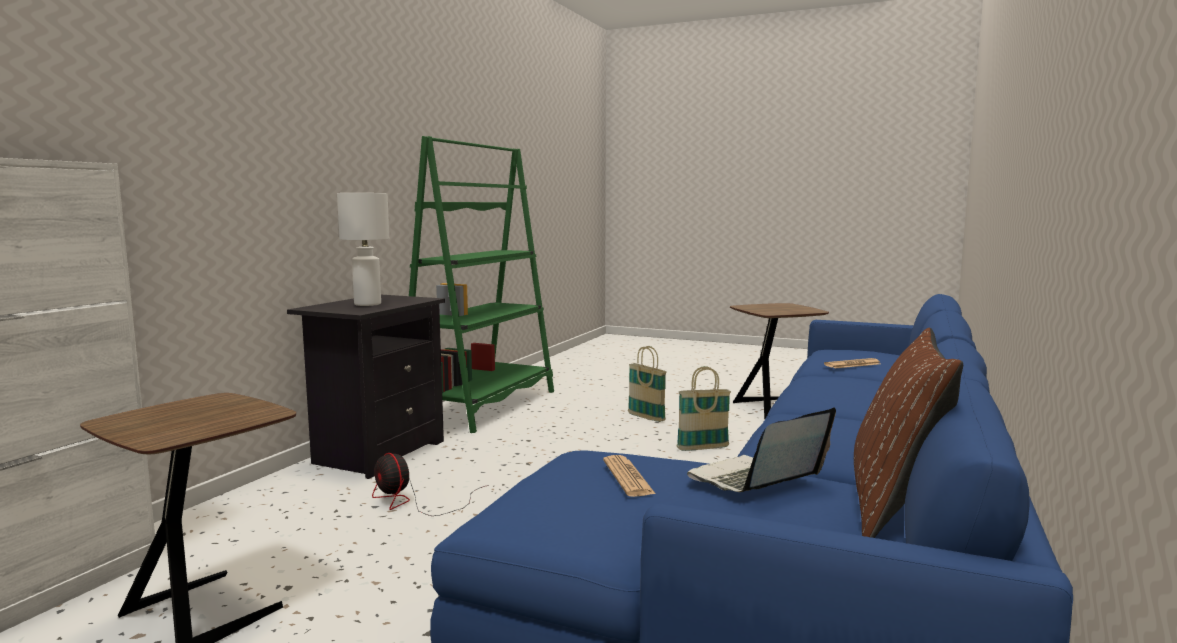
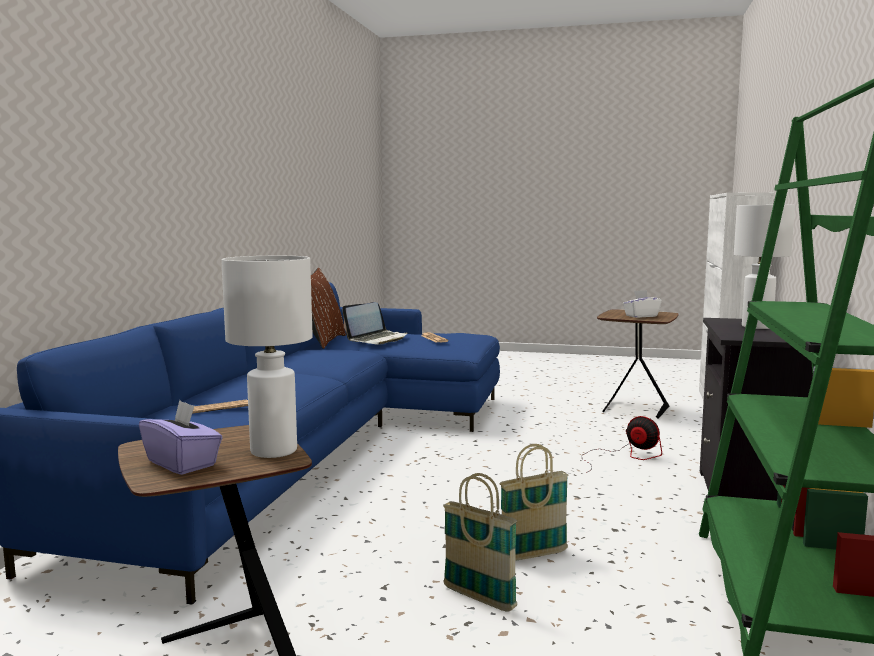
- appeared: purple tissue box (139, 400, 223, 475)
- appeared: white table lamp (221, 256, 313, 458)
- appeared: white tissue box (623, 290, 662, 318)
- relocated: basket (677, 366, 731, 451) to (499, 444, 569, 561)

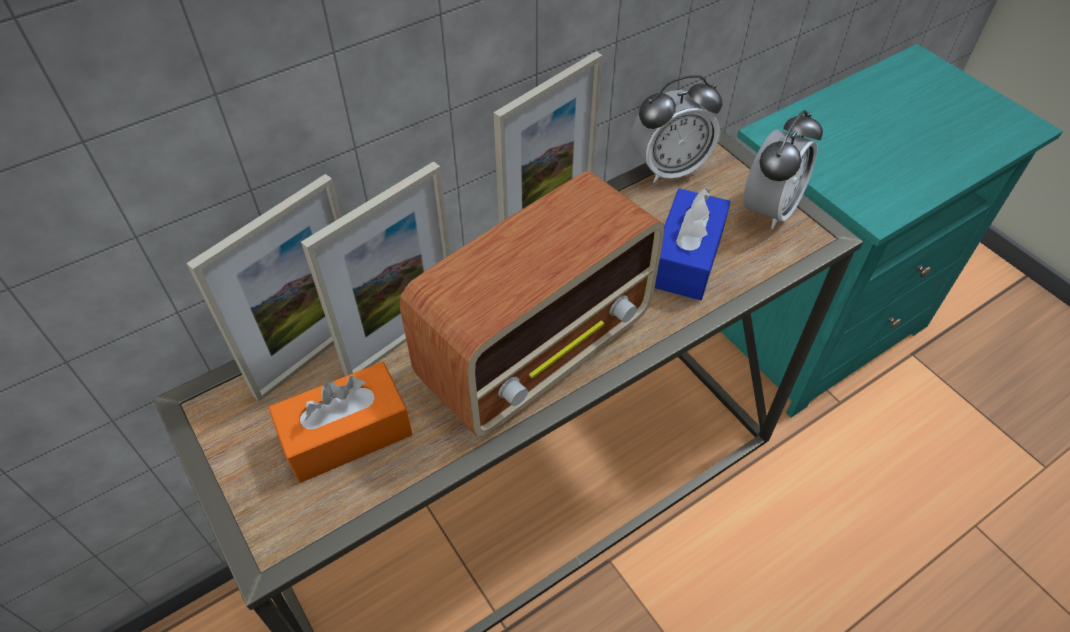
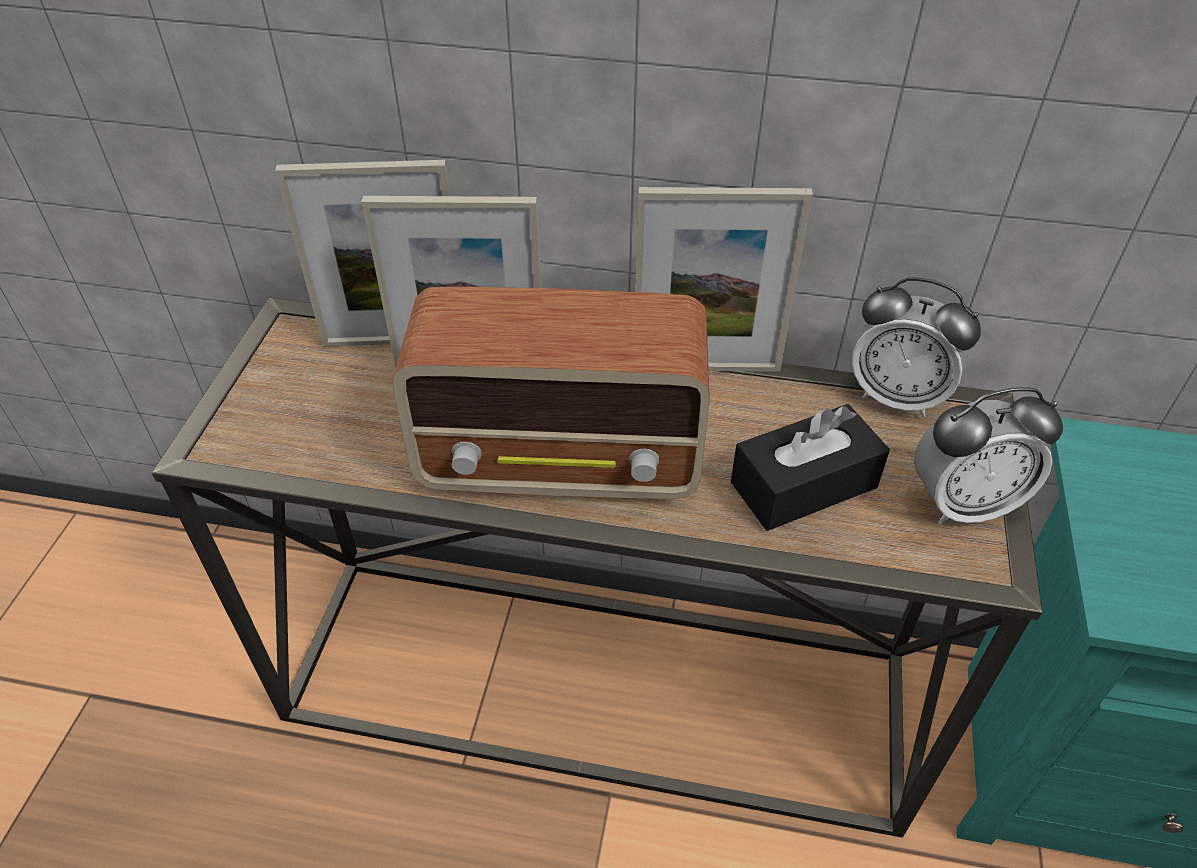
- missing: orange tissue box (269, 362, 412, 483)
- colour: blue tissue box (655, 188, 730, 300) to black tissue box (731, 404, 890, 531)

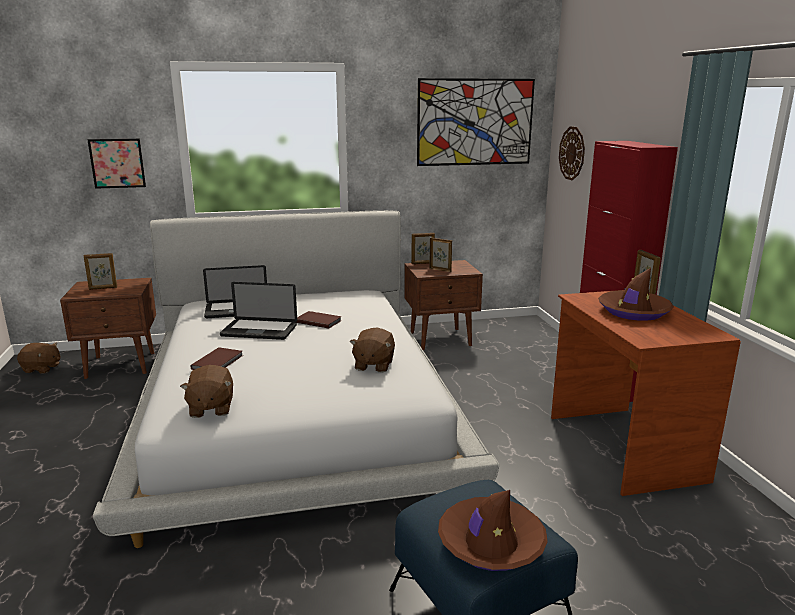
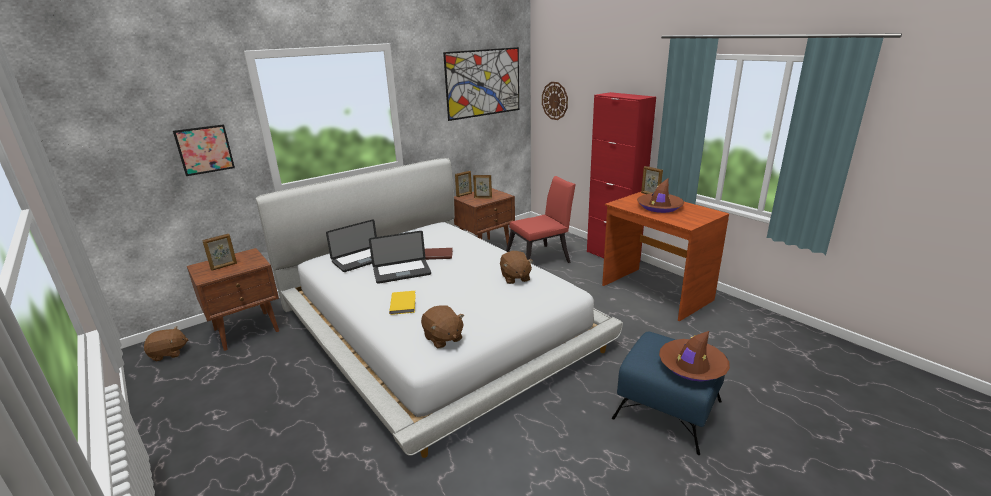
- appeared: red chair (506, 176, 576, 263)
- colour: brown book (190, 347, 243, 370) to yellow book (389, 291, 416, 315)

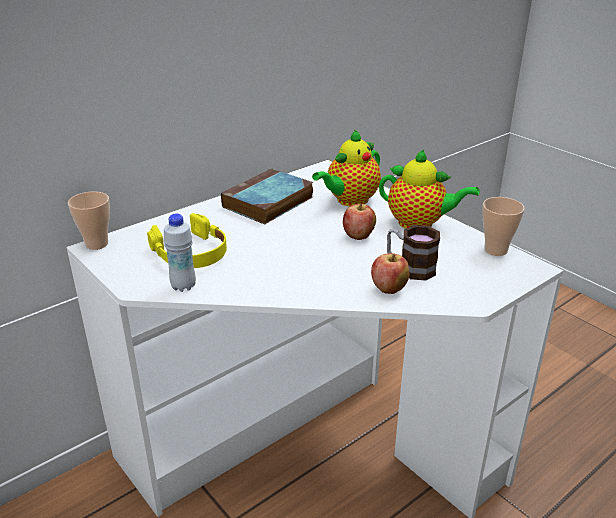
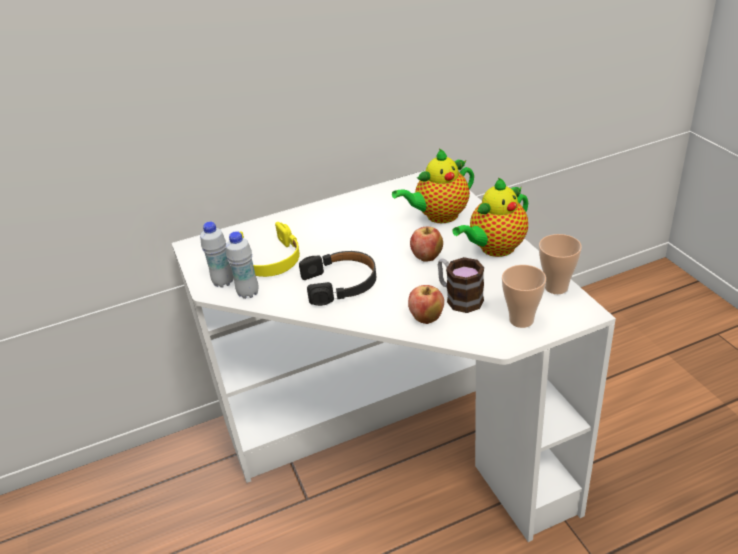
- missing: book (221, 168, 314, 224)
- appeared: white bottle (200, 222, 233, 288)
- appeared: black headphones (299, 251, 376, 306)
- relocated: cup (68, 191, 110, 250) to (502, 265, 546, 328)
- spun: teapot (379, 150, 480, 229) = (452, 178, 528, 257) 105 degrees clockwise

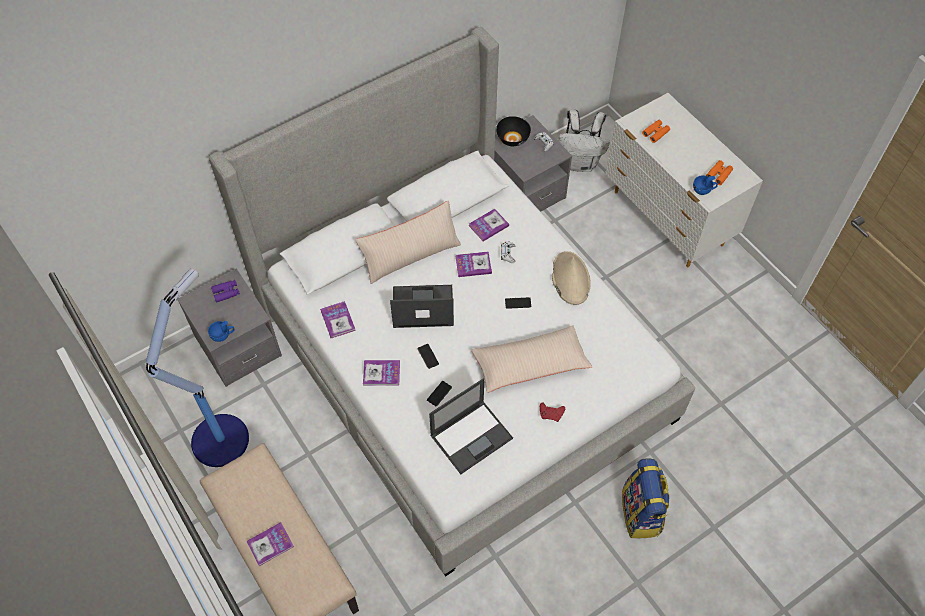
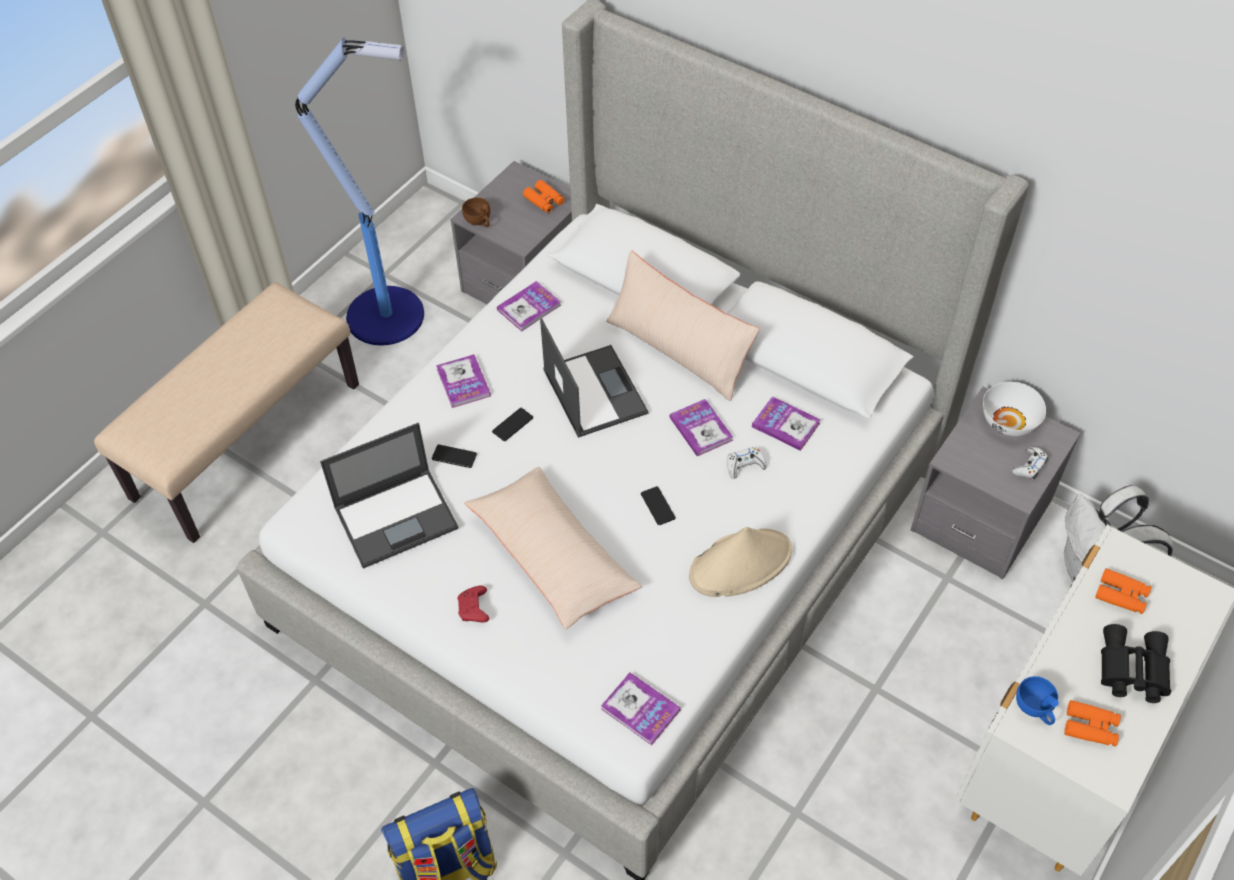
- appeared: black binoculars (1101, 624, 1171, 703)
- relocated: book (247, 522, 294, 566) to (601, 672, 681, 745)
- colour: blue cup (208, 321, 235, 342) to brown cup (462, 197, 490, 227)
- colour: purple binoculars (211, 280, 240, 303) to orange binoculars (523, 180, 565, 213)
- colour: black bowl (496, 116, 531, 146) to white bowl (983, 382, 1046, 436)
- spun: laptop (429, 378, 513, 474) = (320, 423, 458, 568) 60 degrees counterclockwise

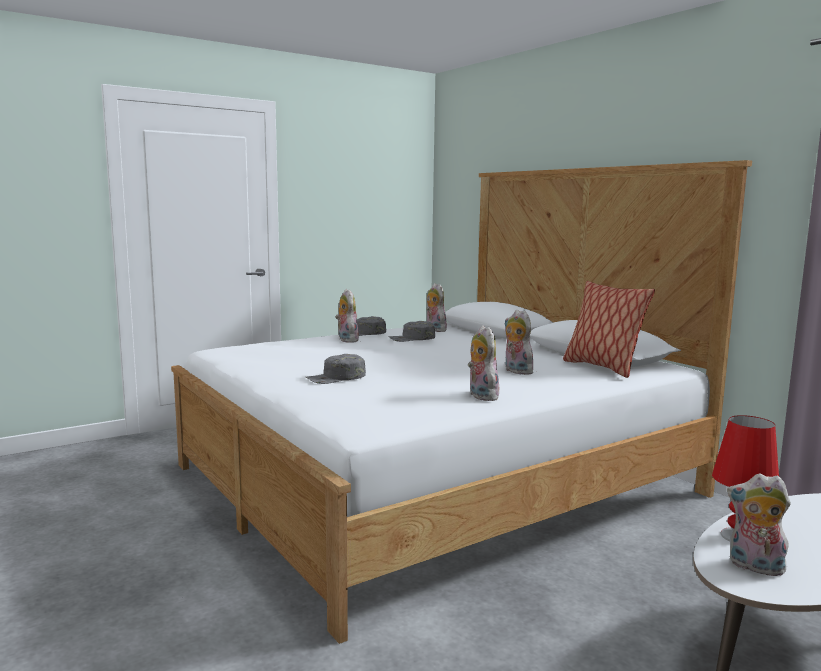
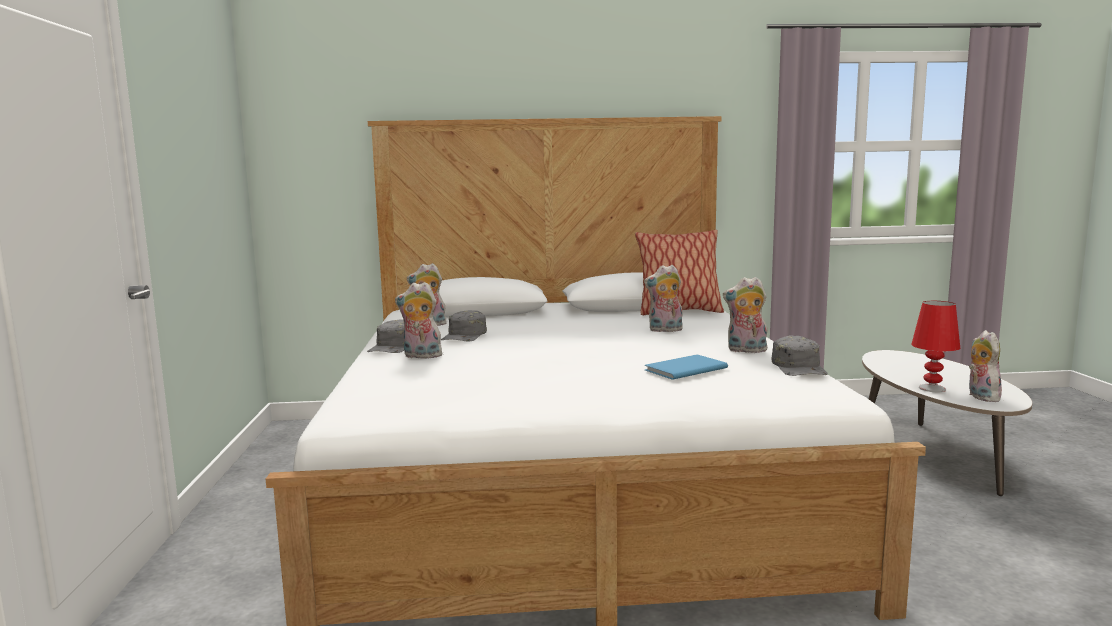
- appeared: blue book (645, 355, 728, 380)
- relocated: grey cap (306, 354, 366, 384) to (772, 336, 828, 376)
- spun: plush toy (727, 473, 791, 576) = (969, 330, 1002, 402) 120 degrees clockwise

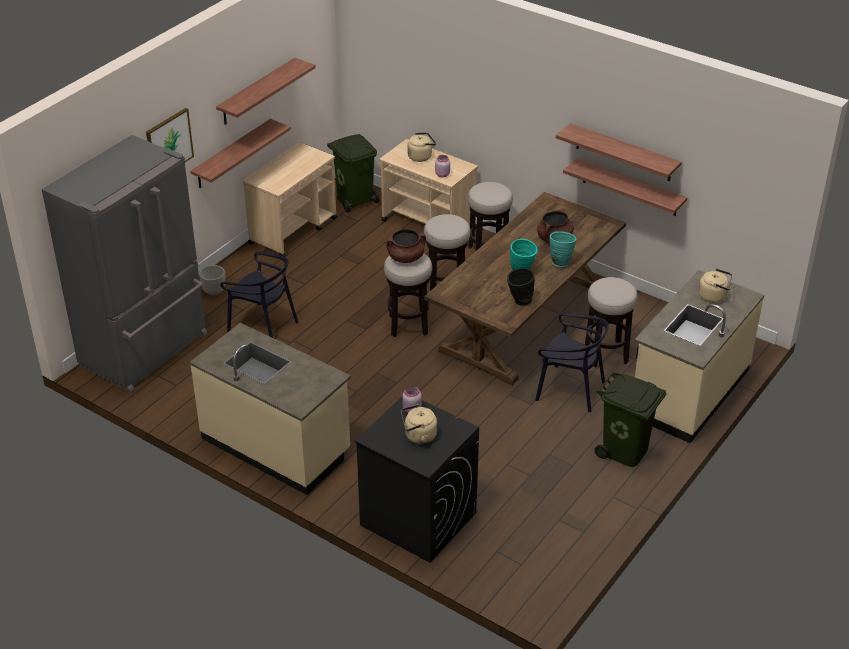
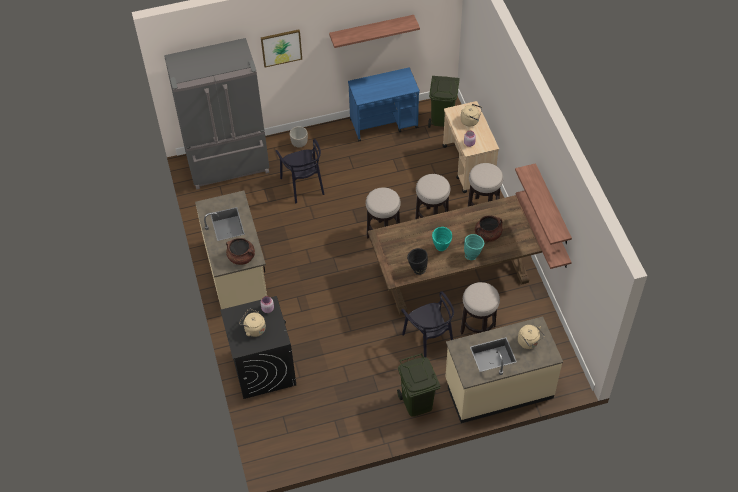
- missing: shelf (190, 119, 291, 188)
- relocated: brown cooking pot (386, 229, 426, 263) to (226, 238, 255, 265)
- colour: beige cart (243, 142, 337, 257) to blue cart (348, 68, 420, 142)

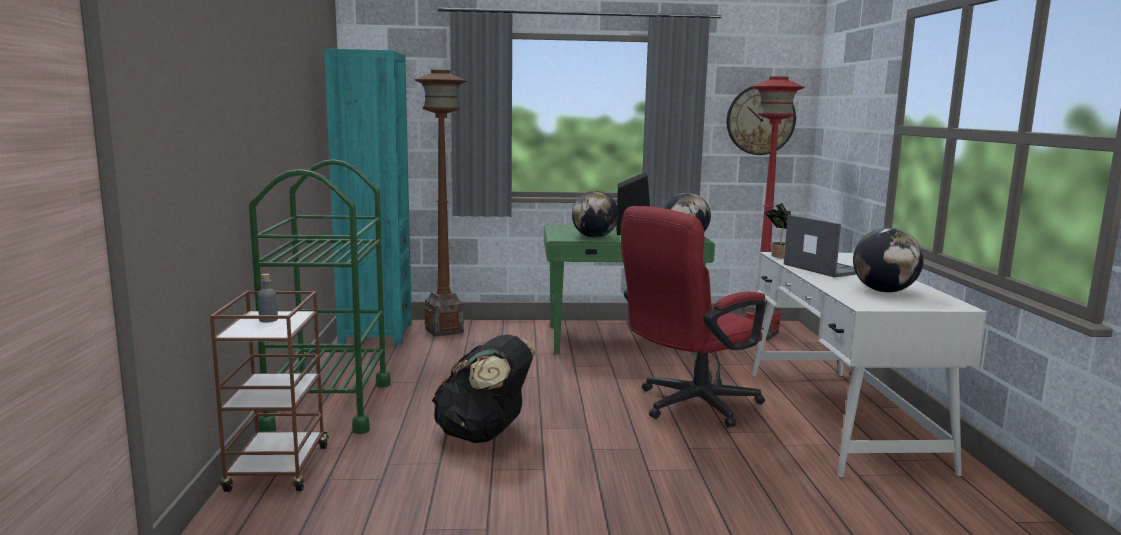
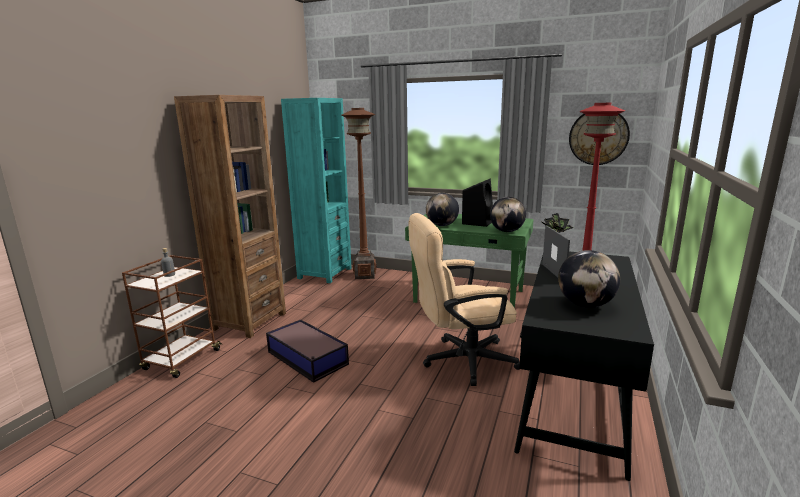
- exchanged: green cart (249, 159, 391, 434) to brown bookcase (174, 95, 286, 338)
- exchanged: black backpack (432, 335, 537, 443) to storage box (266, 319, 349, 383)
- colour: red office chair (621, 206, 765, 428) to beige office chair (408, 213, 520, 386)
- colour: white desk (752, 252, 987, 477) to black desk (514, 252, 654, 481)

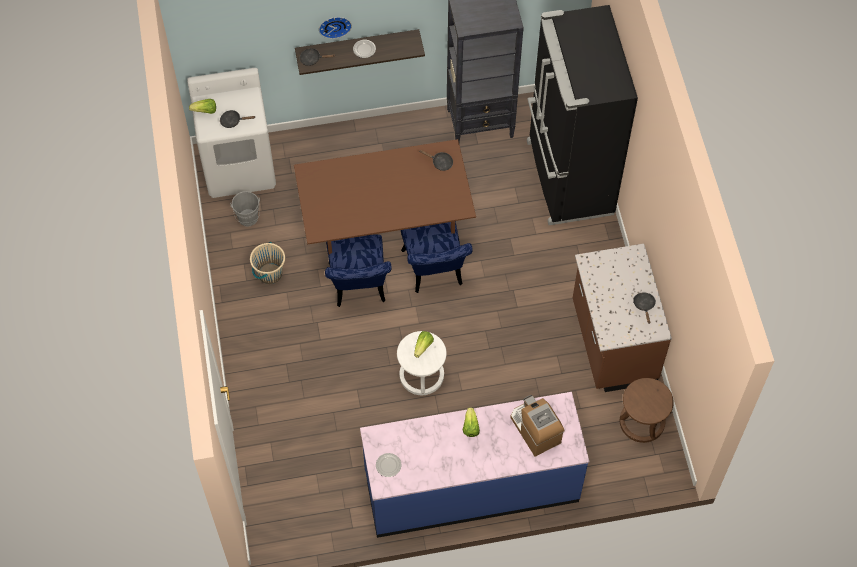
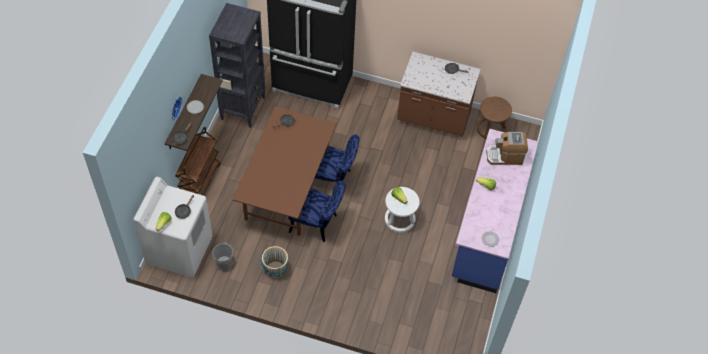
- appeared: brown cart (175, 127, 221, 196)

